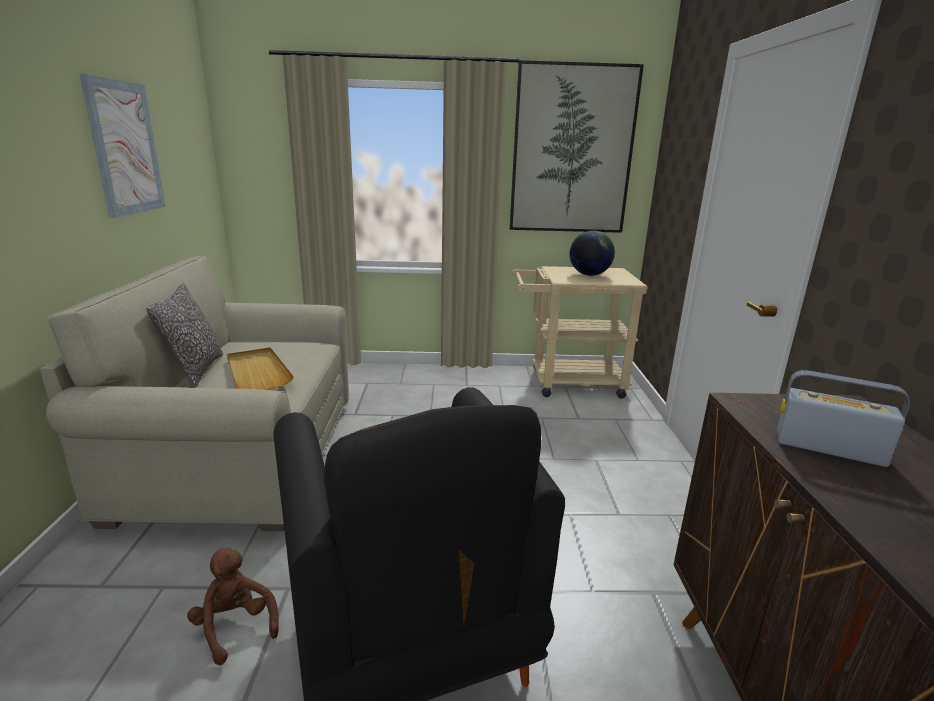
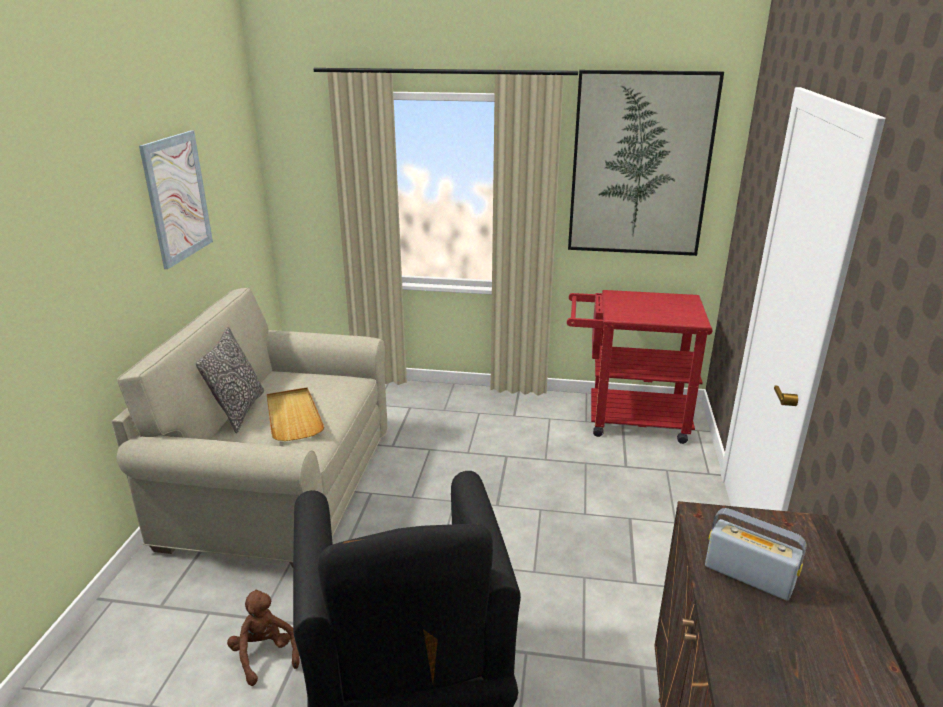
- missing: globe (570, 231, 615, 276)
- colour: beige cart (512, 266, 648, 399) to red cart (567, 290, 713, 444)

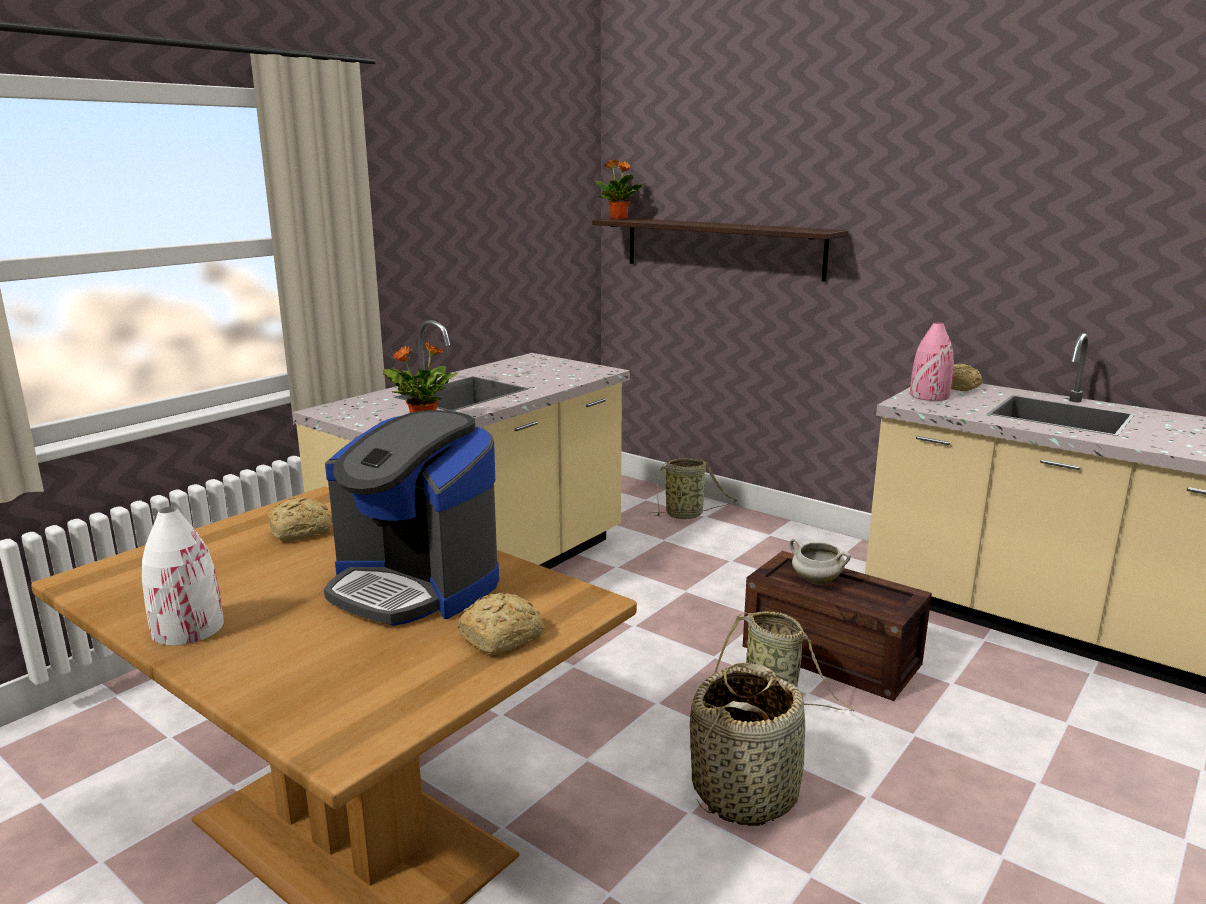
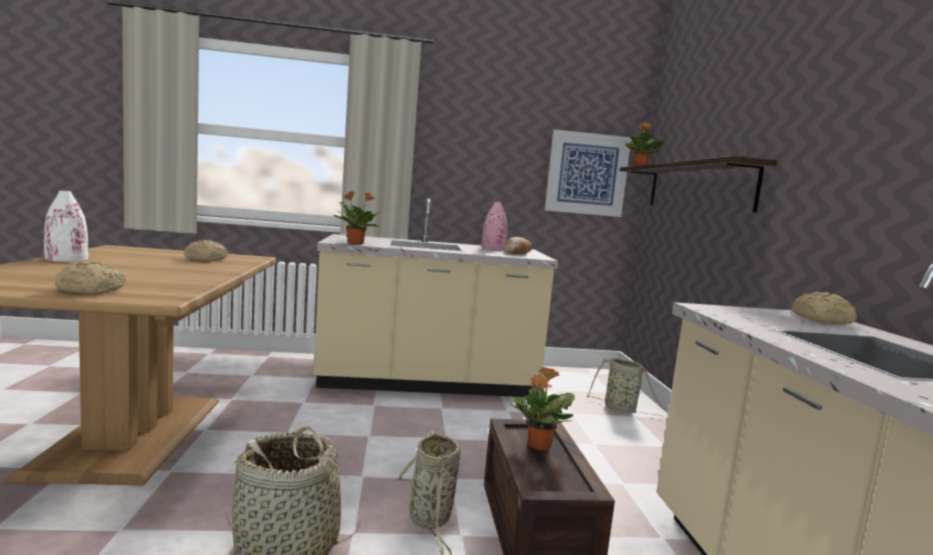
- missing: coffee machine (324, 410, 499, 626)
- appeared: bread (504, 237, 532, 254)
- appeared: picture (545, 129, 631, 217)
- relocated: pink vase (910, 322, 954, 401) to (482, 202, 507, 250)
- exchanged: white cooking pot (790, 538, 851, 584) to potted plant (510, 366, 575, 451)

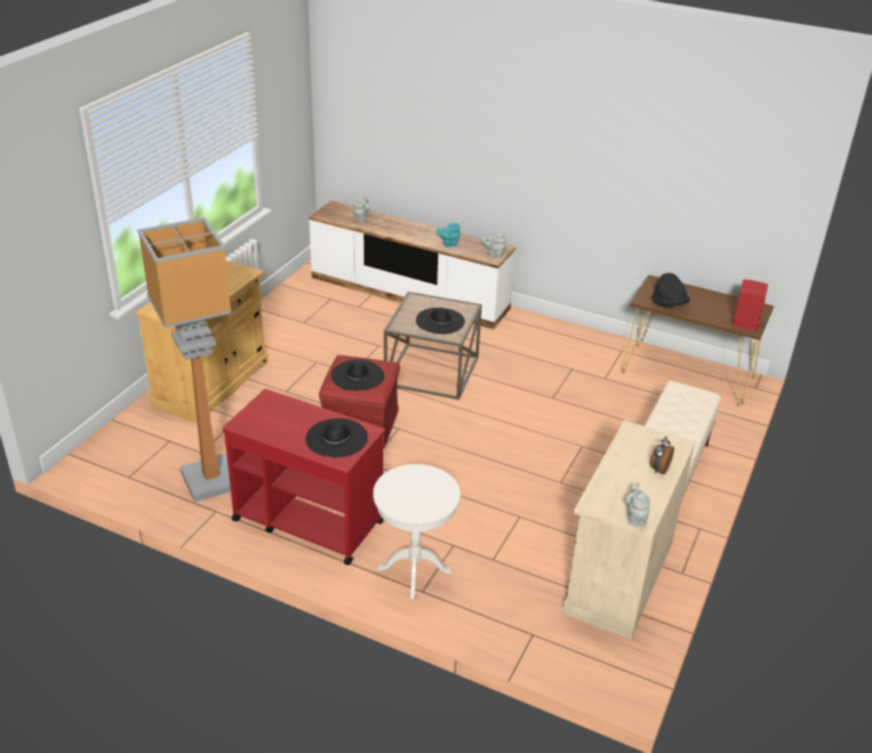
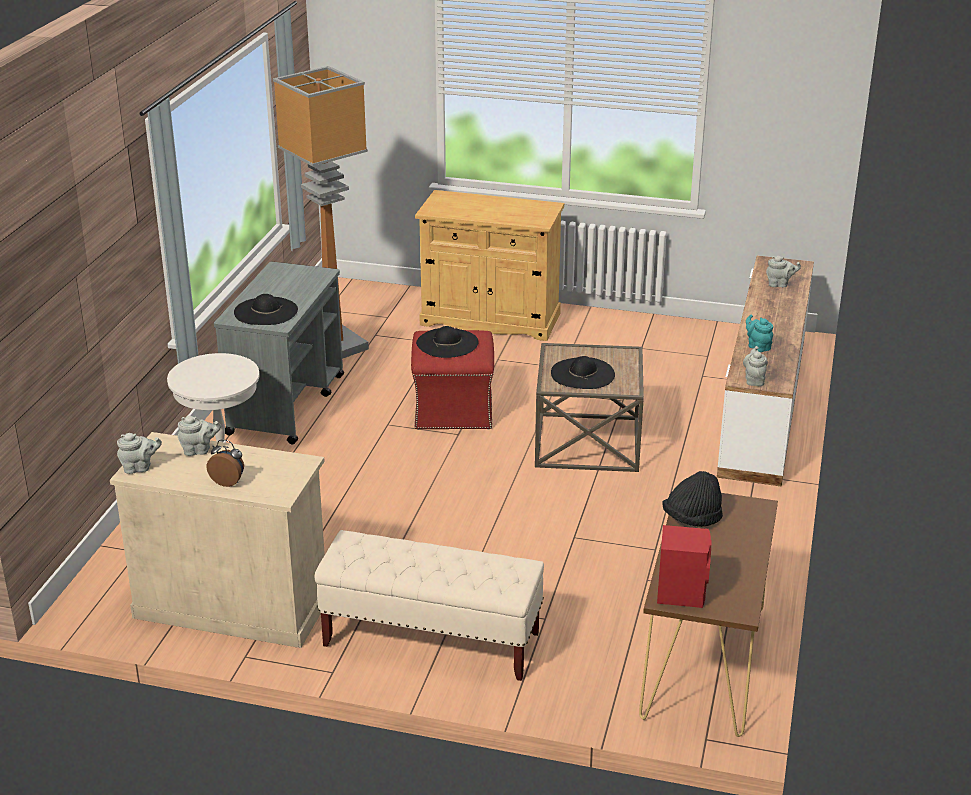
- appeared: grey teapot (178, 416, 221, 456)
- colour: red cart (223, 389, 385, 565) to grey cart (214, 262, 344, 444)

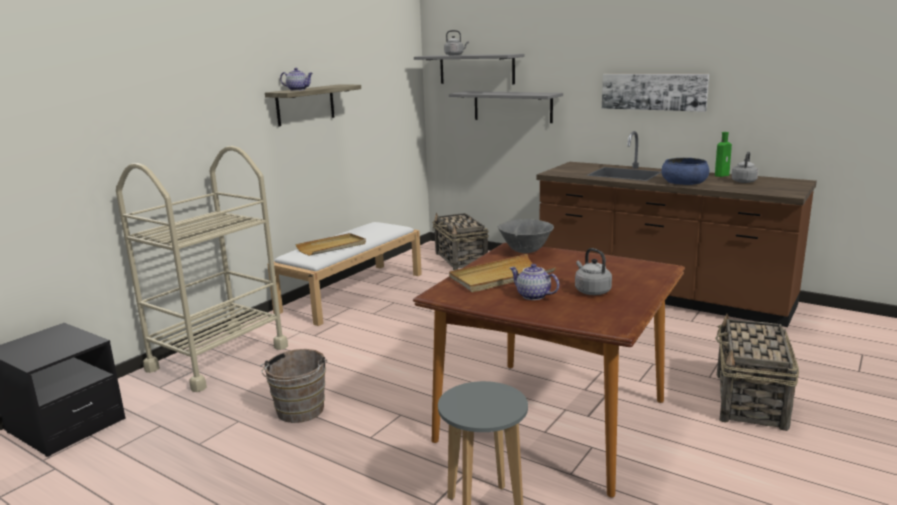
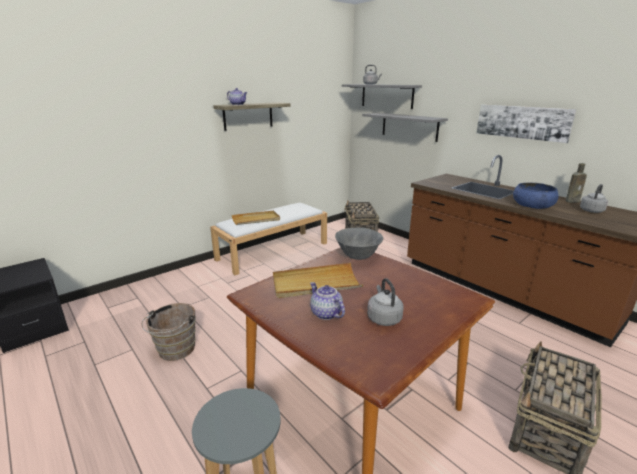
- missing: beige cart (116, 146, 288, 392)
- colour: green bottle (715, 132, 732, 177) to brown bottle (566, 163, 587, 203)

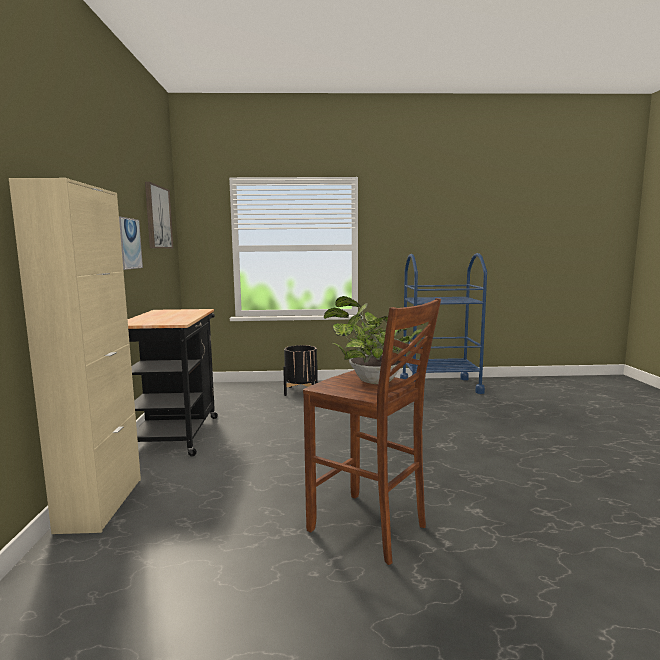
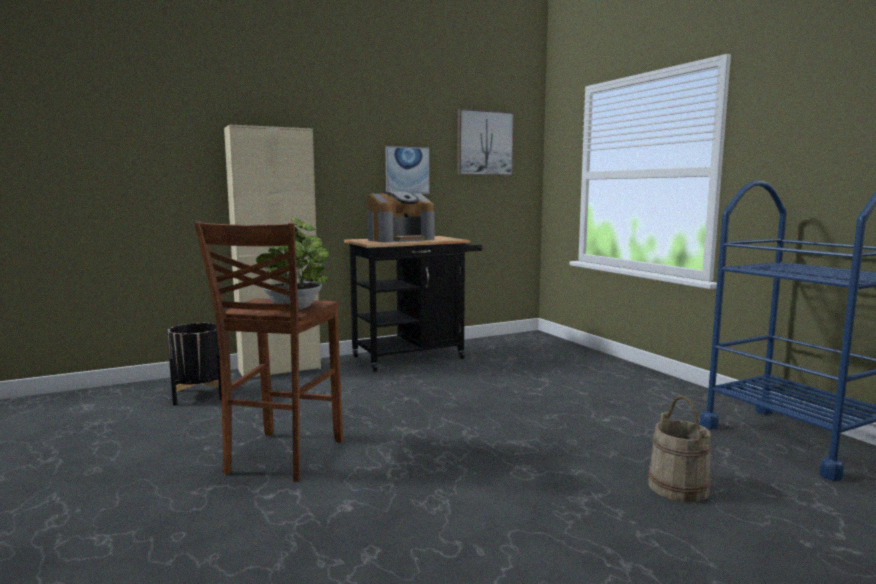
- appeared: coffee machine (368, 192, 434, 242)
- appeared: beige bucket (648, 396, 711, 502)
- relocated: black planter (283, 345, 318, 396) to (167, 323, 222, 405)

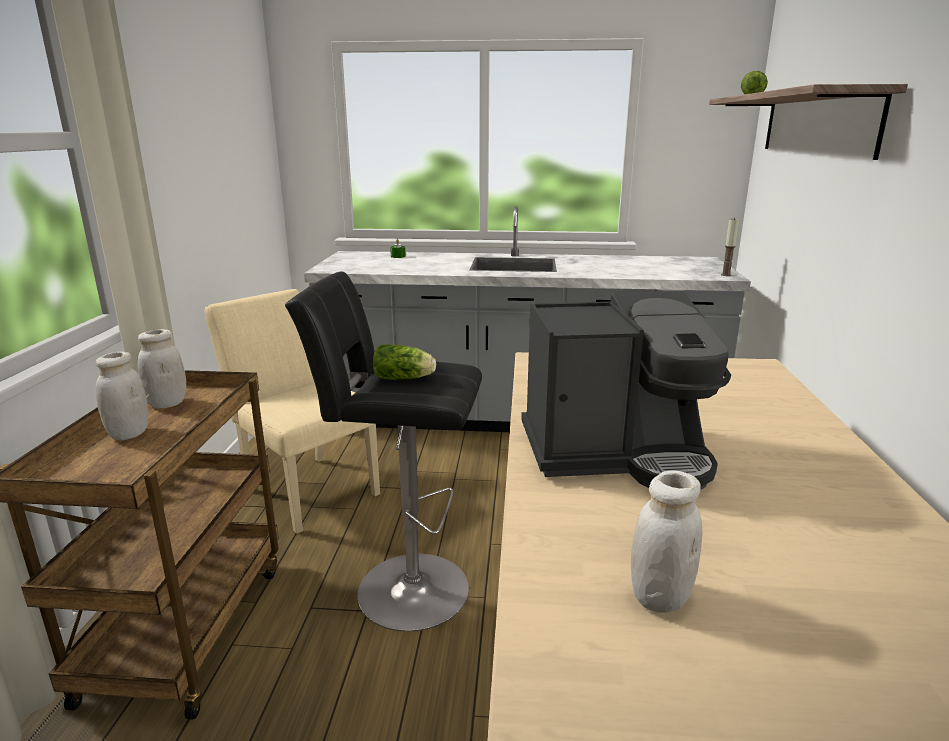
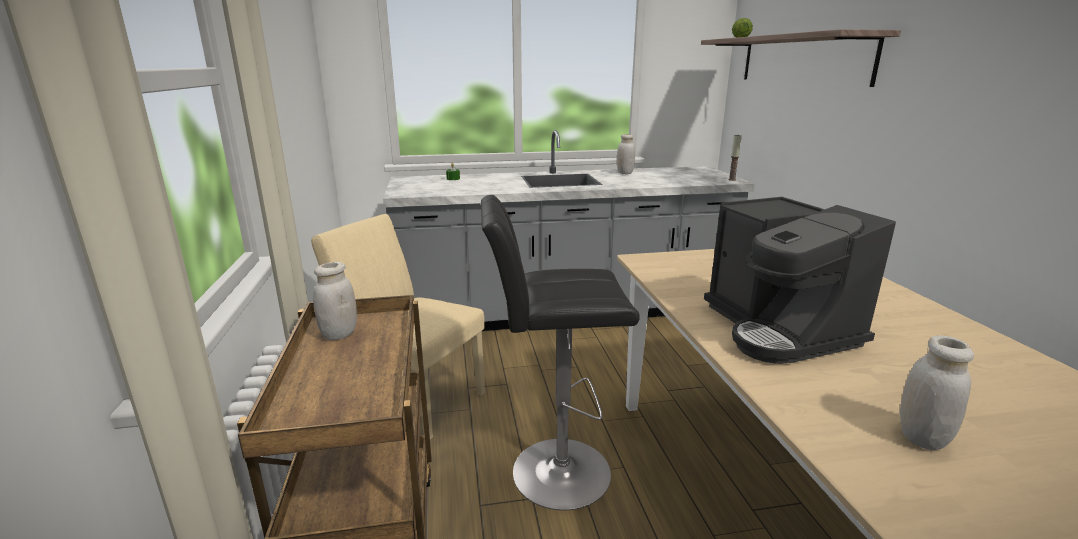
- missing: lettuce (372, 344, 436, 380)
- relocated: white jar (95, 352, 148, 440) to (617, 134, 635, 174)
- spun: coffee machine (521, 291, 731, 490) = (704, 197, 896, 364) 90 degrees clockwise

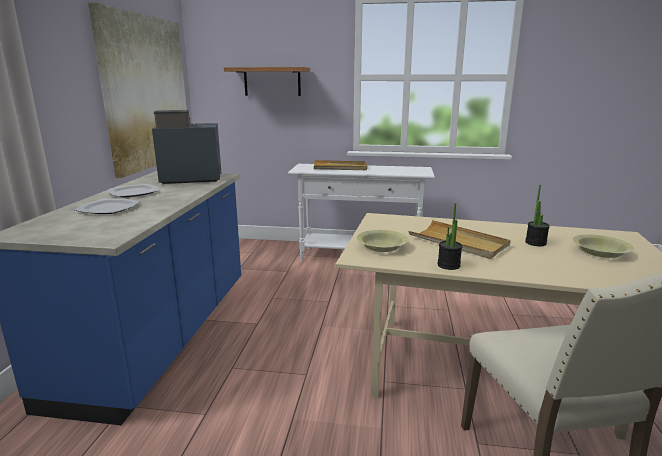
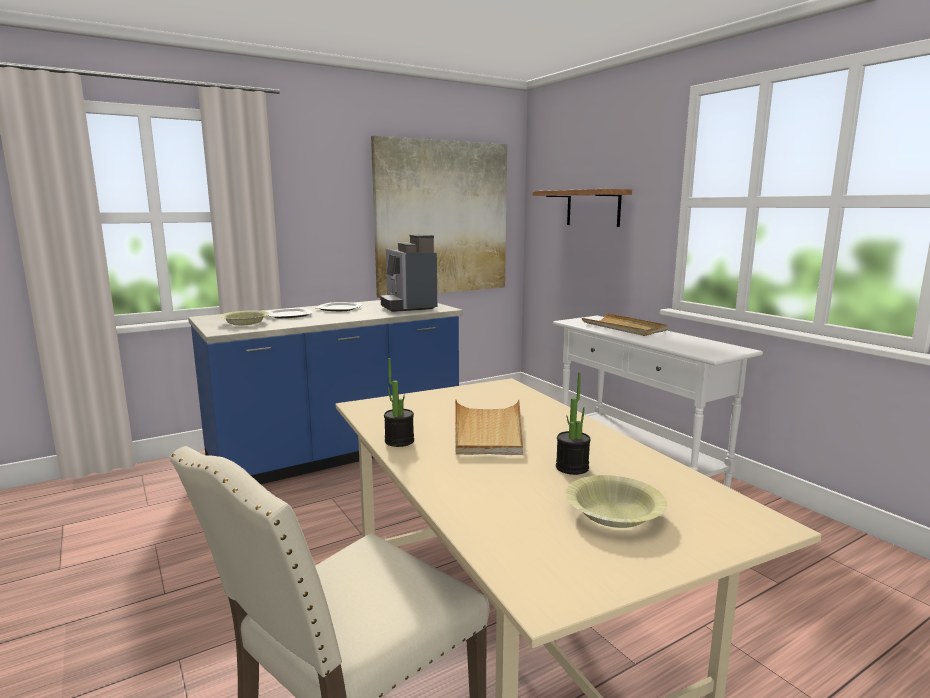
- relocated: yellow bowl (357, 230, 409, 252) to (219, 311, 269, 325)
- spun: coffee machine (152, 110, 222, 184) = (380, 234, 437, 312) 150 degrees counterclockwise

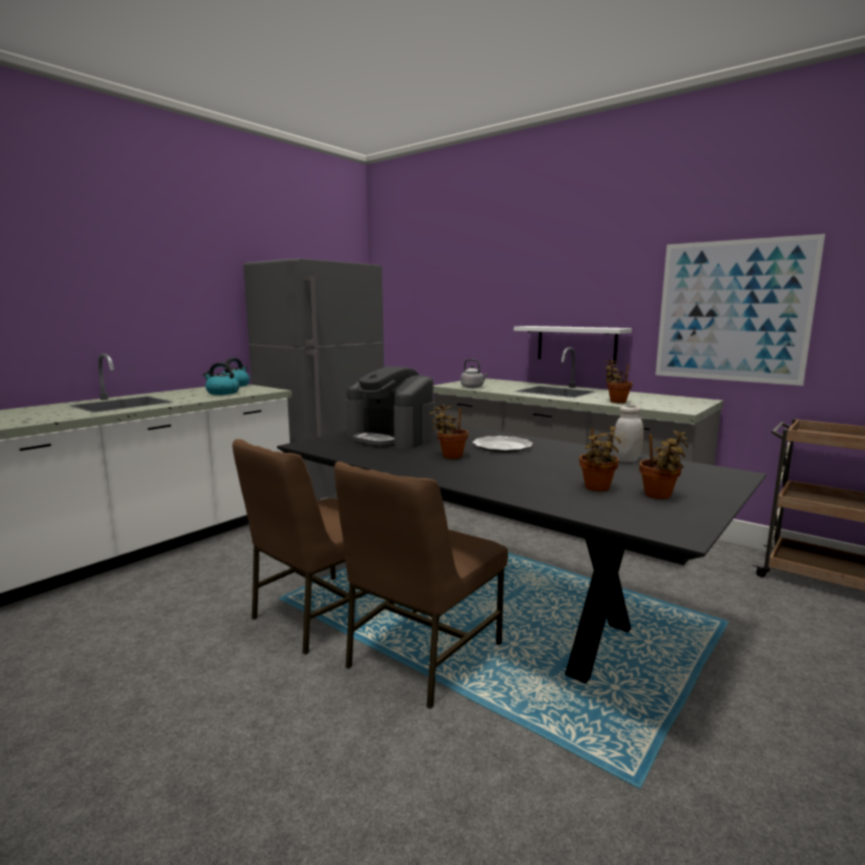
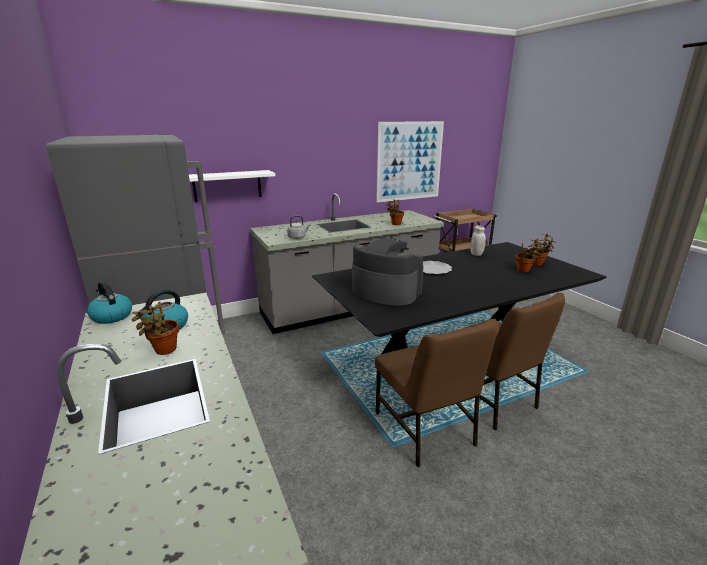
- relocated: potted plant (429, 404, 468, 459) to (132, 302, 179, 355)
- relocated: white shelf (514, 326, 632, 364) to (189, 170, 275, 202)
- spun: coffee machine (346, 367, 435, 449) = (352, 239, 423, 306) 120 degrees counterclockwise

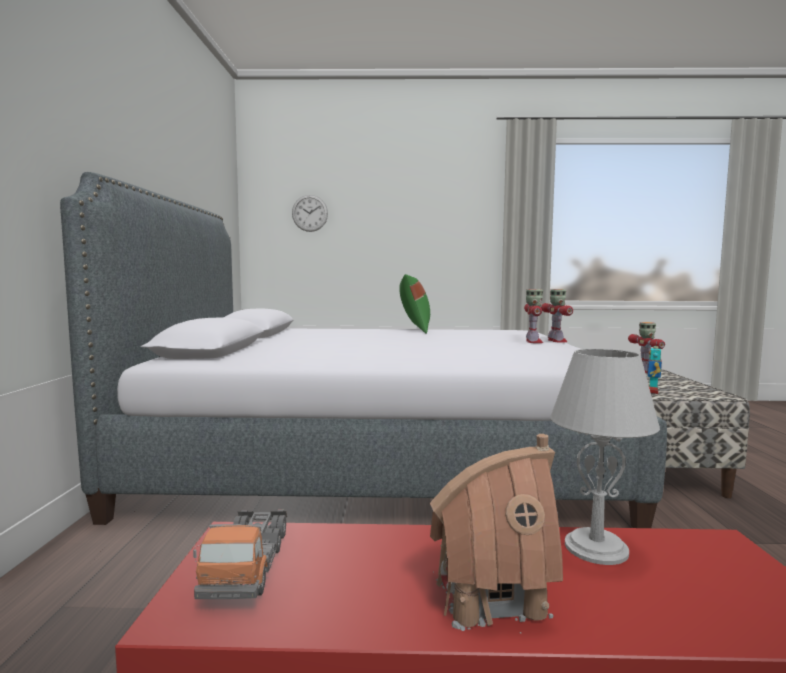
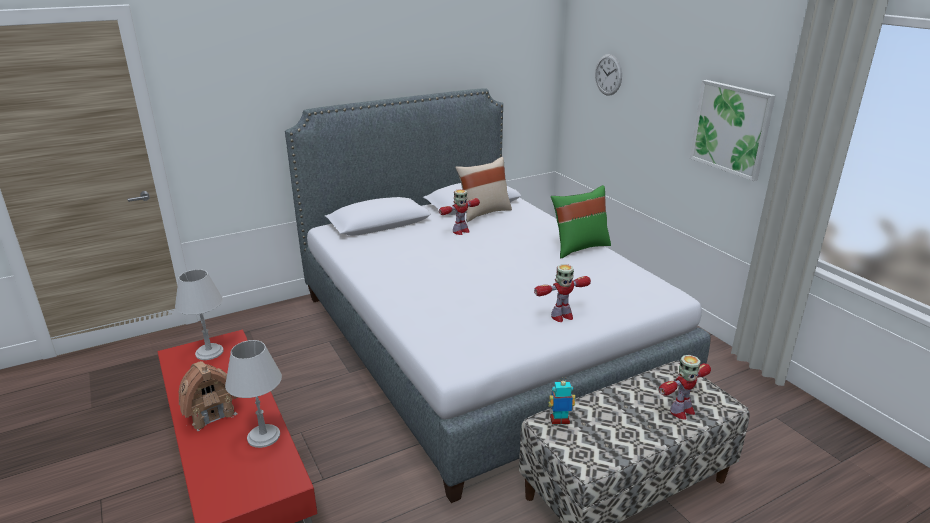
- appeared: beige pillow (455, 157, 512, 222)
- appeared: picture (690, 80, 776, 181)
- relocated: toy robot (541, 289, 573, 342) to (439, 189, 480, 235)
- exchanged: toy truck (193, 510, 287, 599) to grey table lamp (175, 269, 223, 360)

